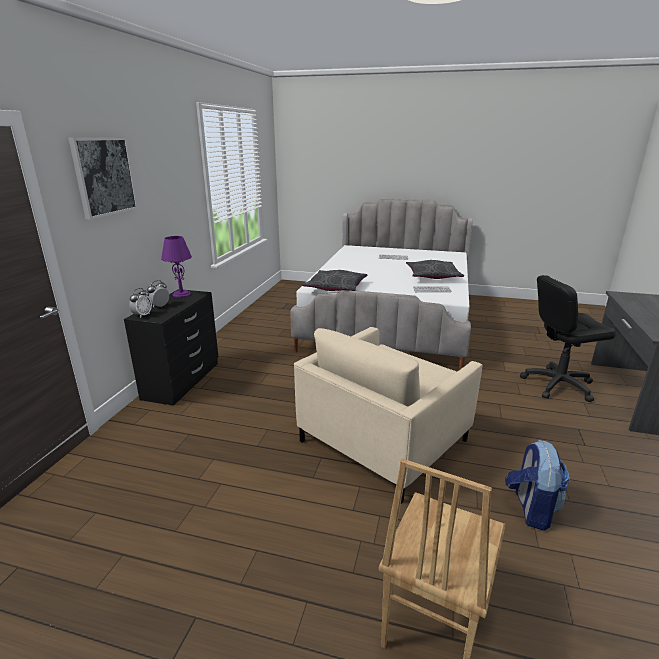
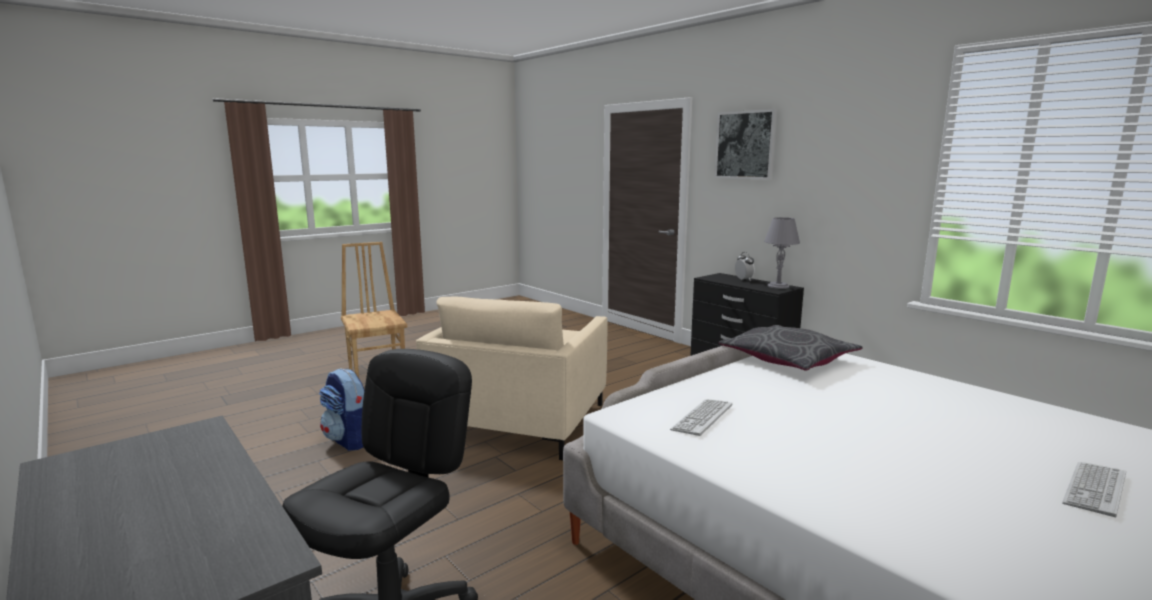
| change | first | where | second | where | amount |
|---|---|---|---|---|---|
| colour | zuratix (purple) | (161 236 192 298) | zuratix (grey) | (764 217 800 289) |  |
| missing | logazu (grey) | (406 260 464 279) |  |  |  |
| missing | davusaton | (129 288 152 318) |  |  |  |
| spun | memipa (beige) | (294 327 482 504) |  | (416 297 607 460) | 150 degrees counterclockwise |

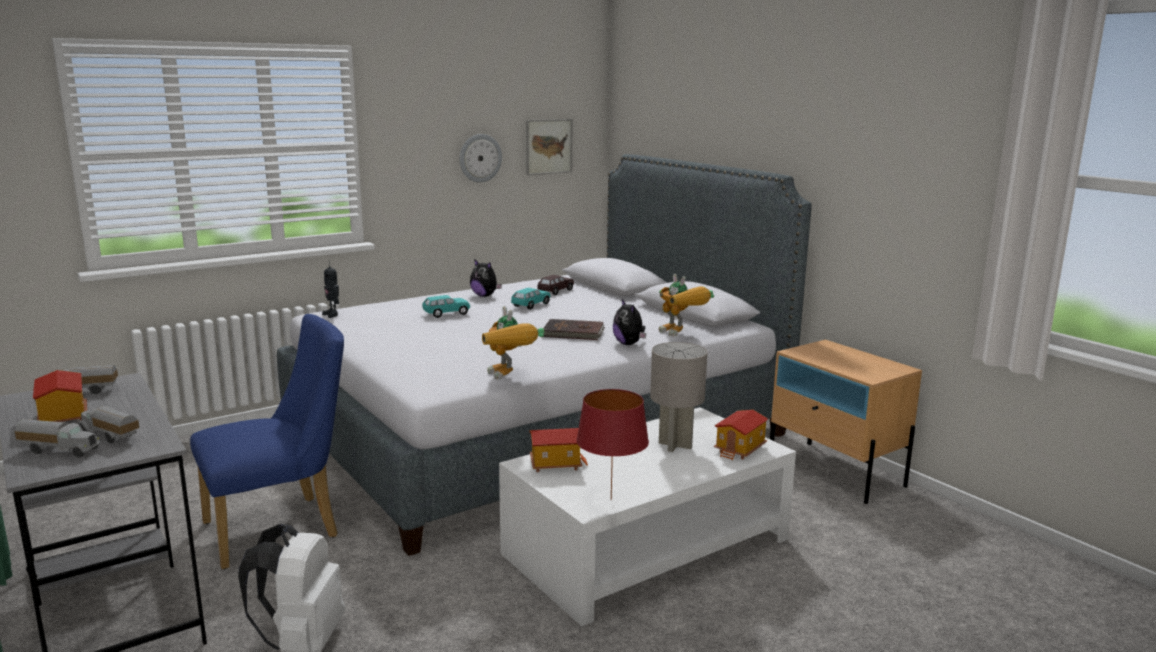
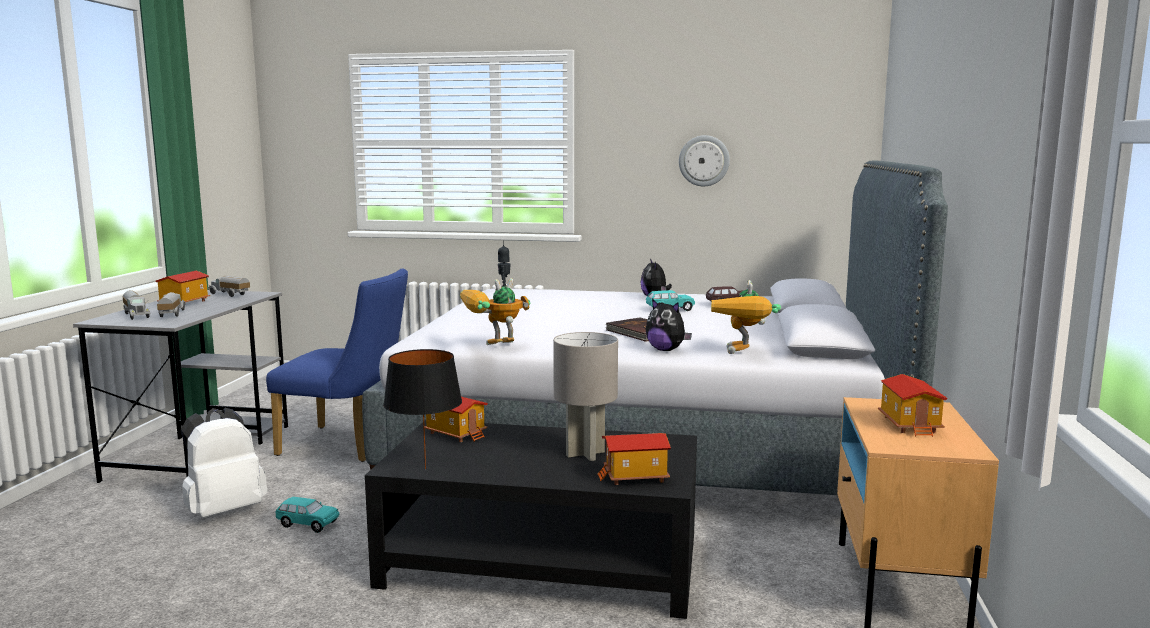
| change | first | where | second | where | amount |
|---|---|---|---|---|---|
| missing | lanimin | (526 119 573 175) |  |  |  |
| relocated | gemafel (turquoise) | (422 295 470 318) |  | (275 497 339 533) |  |
| spun | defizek | (613 299 646 345) |  | (646 299 692 351) | 75 degrees counterclockwise |
| spun | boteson | (482 306 545 380) |  | (460 278 530 345) | 45 degrees clockwise |
| colour | zuratix (red) | (576 389 649 500) | zuratix (black) | (383 349 462 469) |  |
| colour | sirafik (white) | (499 407 796 626) | sirafik (black) | (365 420 697 619) |  |
| appeared |  |  | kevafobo | (878 374 948 437) |  |

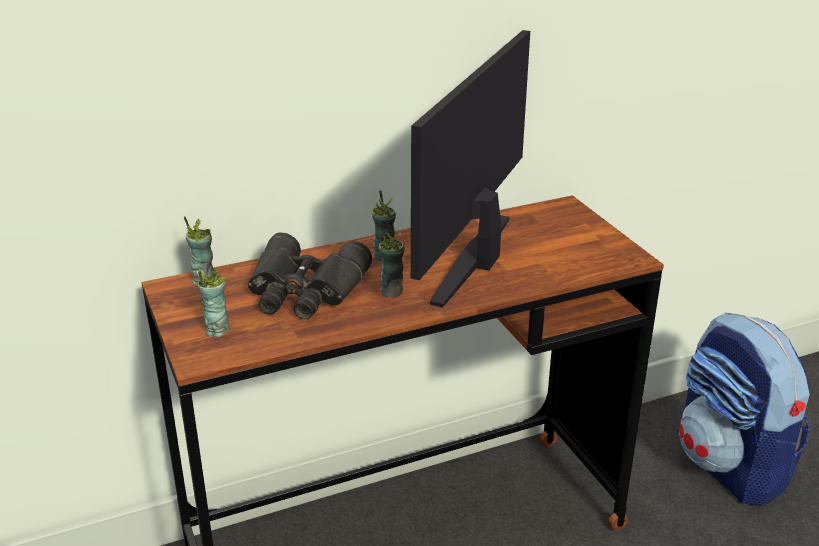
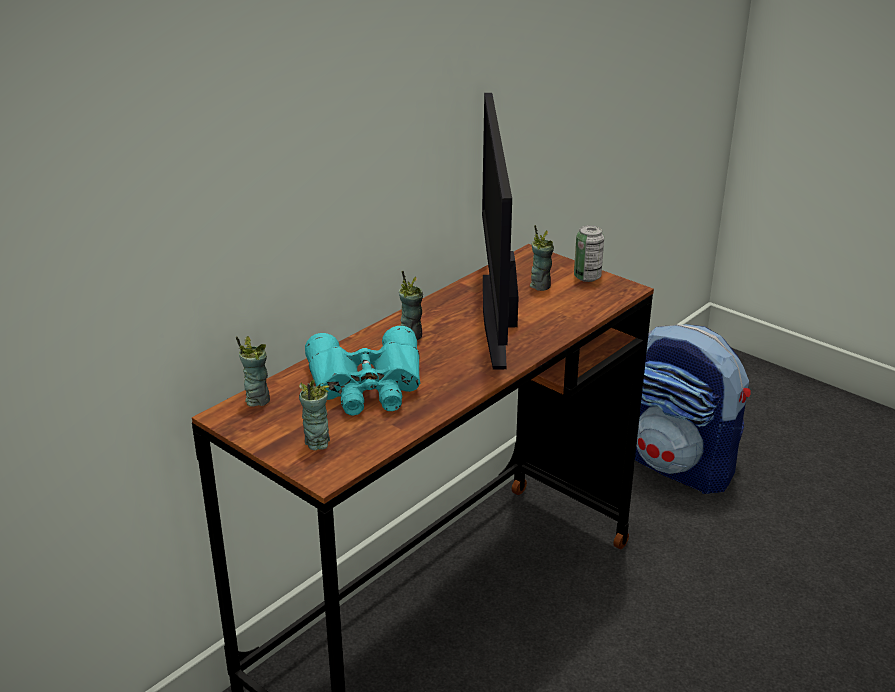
| change | first | where | second | where | amount |
|---|---|---|---|---|---|
| relocated | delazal | (379 222 405 298) |  | (530 225 554 291) |  |
| colour | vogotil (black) | (248 233 372 319) | vogotil (turquoise) | (305 326 420 416) |  |
| appeared |  |  | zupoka | (574 225 604 282) |  |

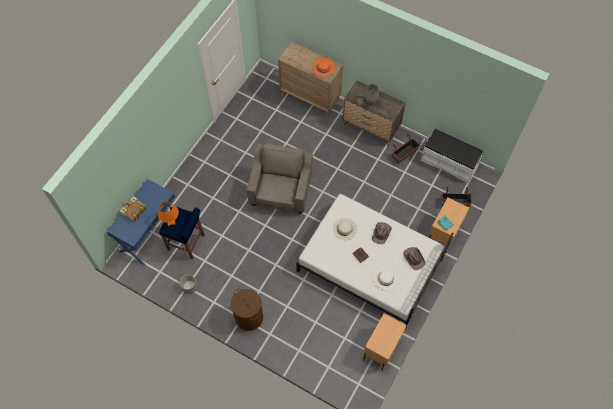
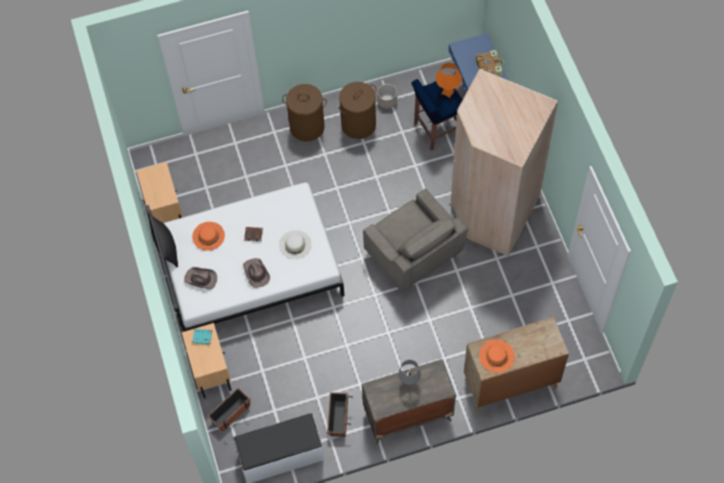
| change | first | where | second | where | amount |
|---|---|---|---|---|---|
| colour | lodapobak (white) | (373 267 399 290) | lodapobak (orange) | (192 222 225 251) |  |
| appeared |  |  | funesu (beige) | (451 69 558 256) |  |
| appeared |  |  | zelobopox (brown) | (339 82 377 139) |  |
| appeared |  |  | logazu (black) | (147 214 178 268) |  |

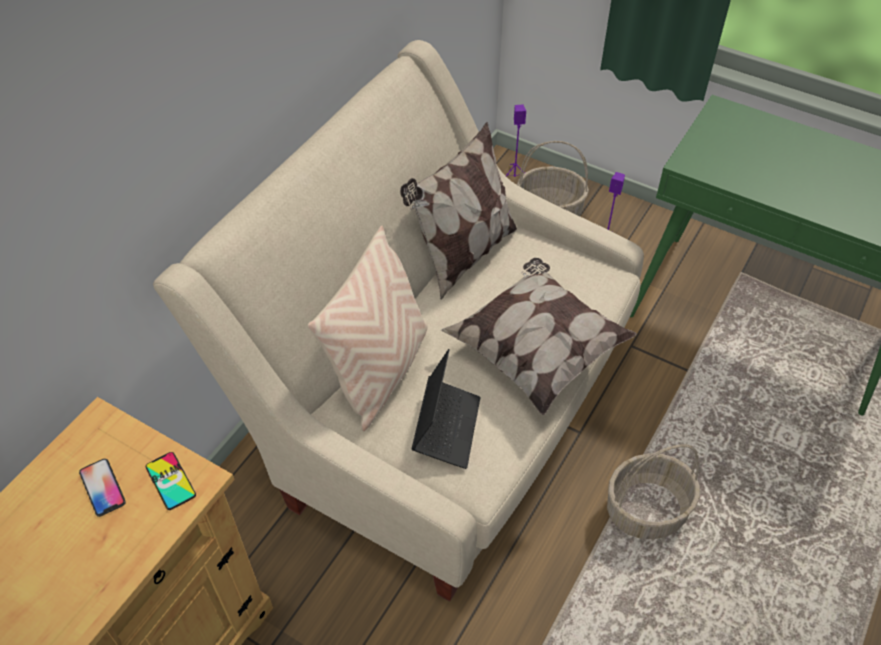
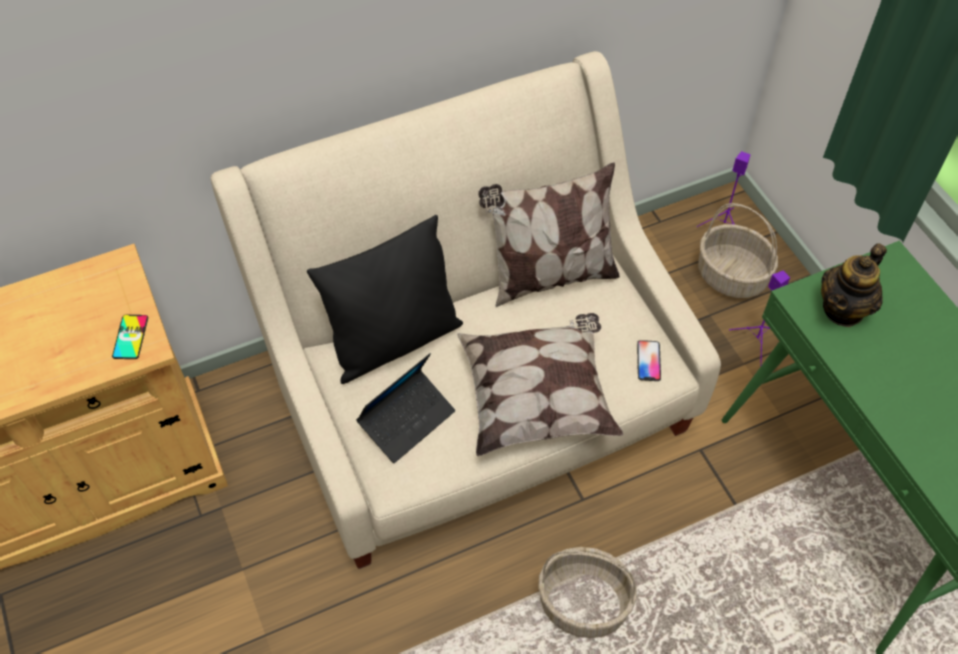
| change | first | where | second | where | amount |
|---|---|---|---|---|---|
| colour | logazu (beige) | (307 226 428 431) | logazu (black) | (307 215 463 384) |  |
| relocated | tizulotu | (79 459 126 517) |  | (637 340 661 381) |  |
| appeared |  |  | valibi | (821 243 887 327) |  |

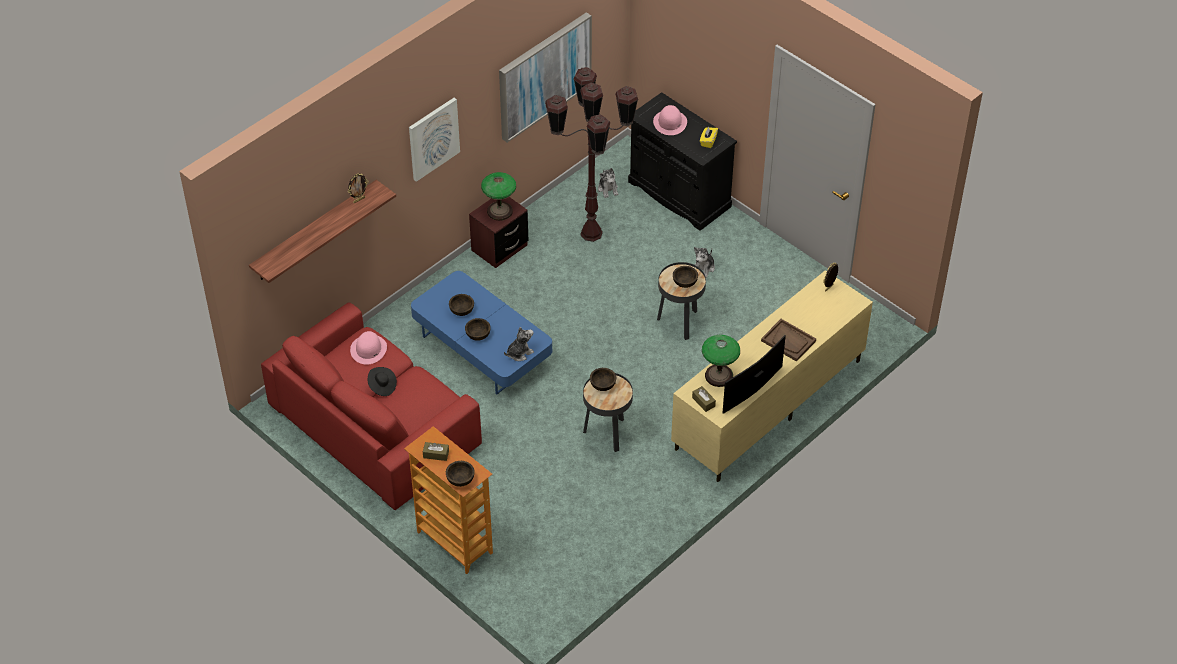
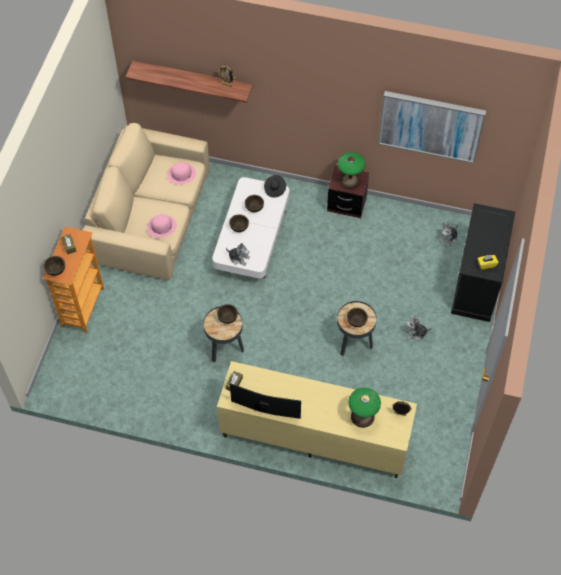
| change | first | where | second | where | amount |
|---|---|---|---|---|---|
| missing | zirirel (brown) | (545 67 638 242) |  |  |  |
| missing | lanimin | (409 98 460 182) |  |  |  |
| relocated | lodapobak (pink) | (653 105 687 135) |  | (147 214 177 238) |  |
| colour | sirafik (blue) | (411 271 552 395) | sirafik (white) | (212 177 289 278) |  |
| colour | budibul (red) | (261 302 482 510) | budibul (beige) | (83 123 210 280) |  |
| missing | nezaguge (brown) | (761 319 816 362) |  |  |  |
| relocated | zuratix | (702 335 740 387) |  | (348 387 381 428) |  |
| relocated | lodapobak (black) | (368 367 397 396) |  | (264 175 286 198) |  |

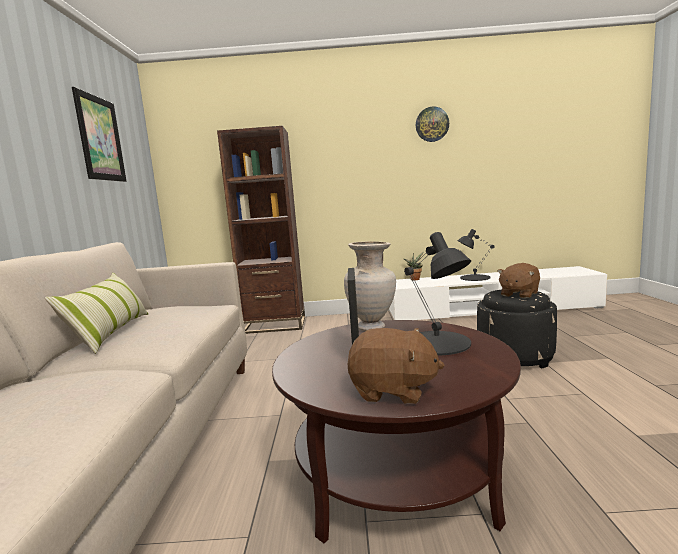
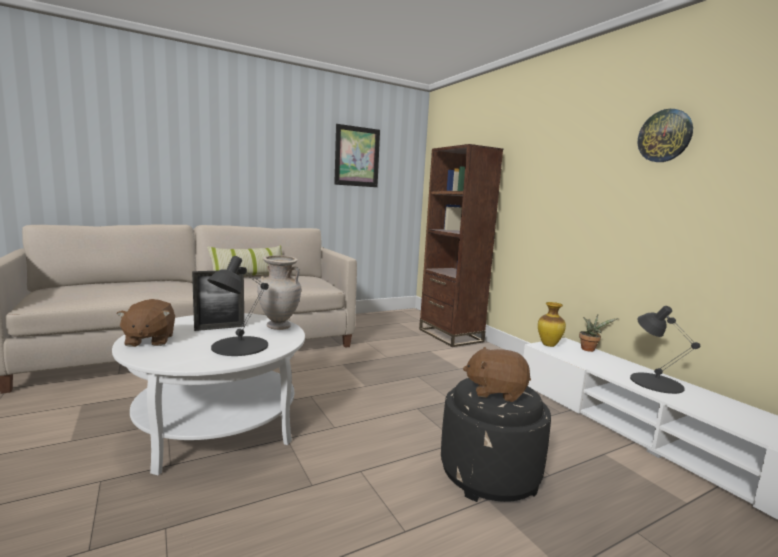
| change | first | where | second | where | amount |
|---|---|---|---|---|---|
| colour | sirafik (brown) | (272 320 521 543) | sirafik (white) | (112 313 305 475) |  |
| appeared |  |  | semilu | (538 302 566 347) |  |

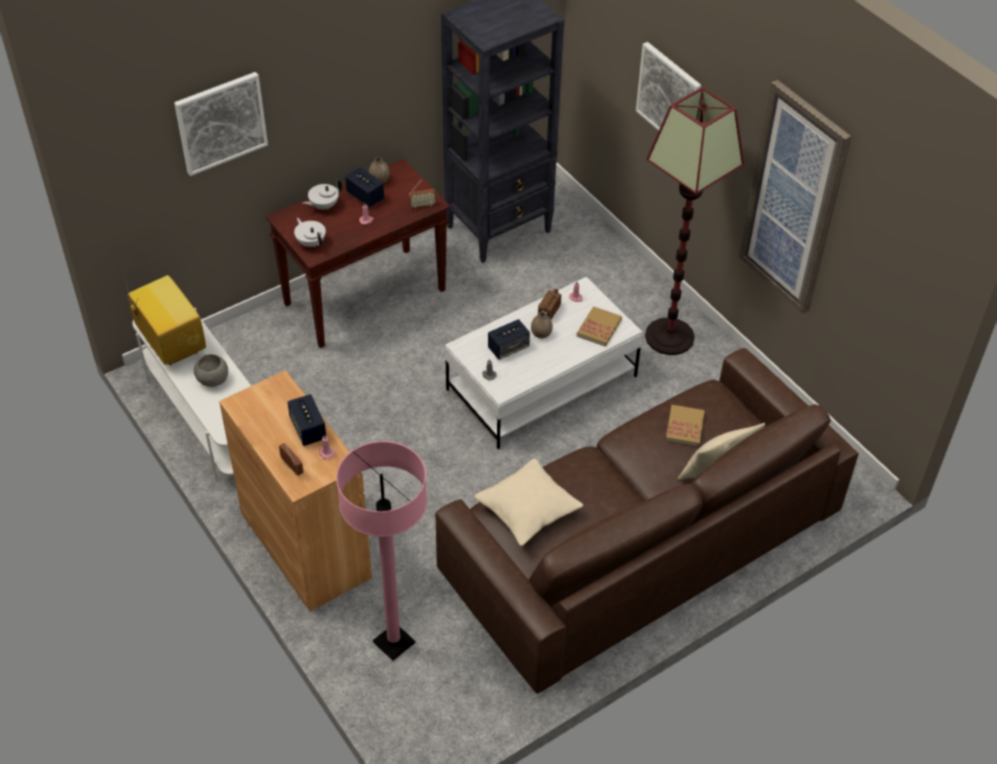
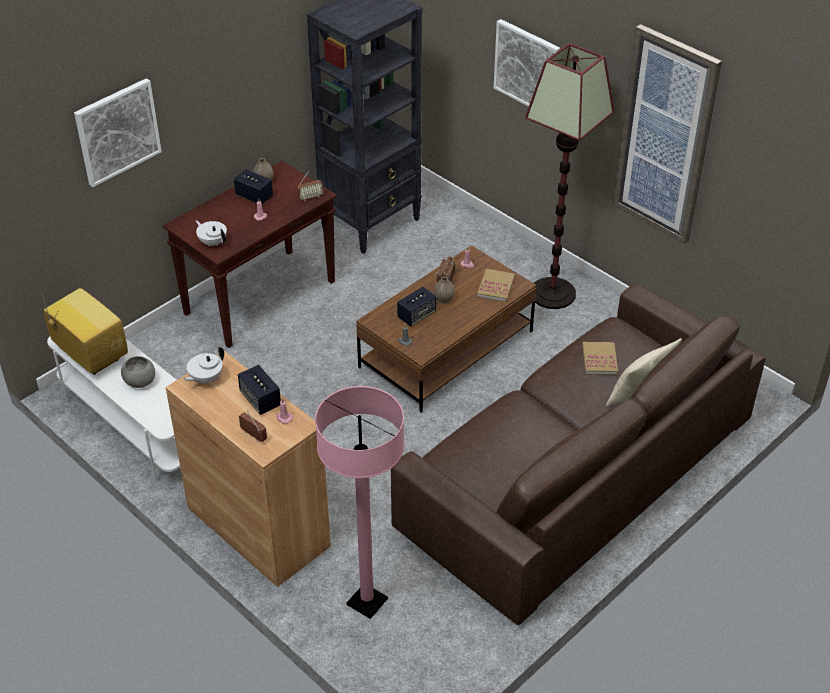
| change | first | where | second | where | amount |
|---|---|---|---|---|---|
| relocated | valibi (white) | (303 179 342 210) |  | (182 347 224 384) |  |
| colour | sirafik (white) | (445 277 642 449) | sirafik (brown) | (356 245 536 413) |  |
| missing | logazu (beige) | (474 458 583 546) |  |  |  |

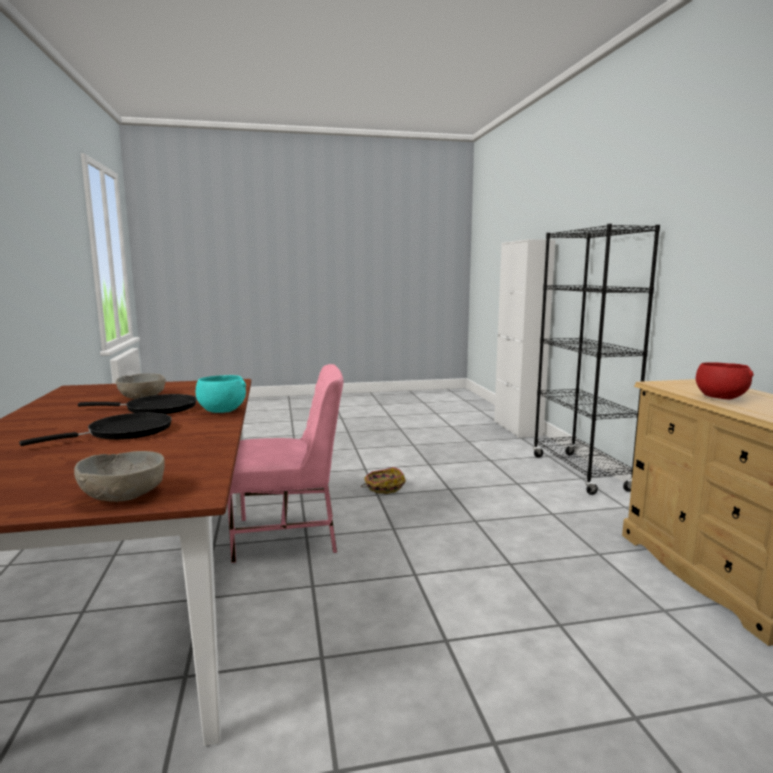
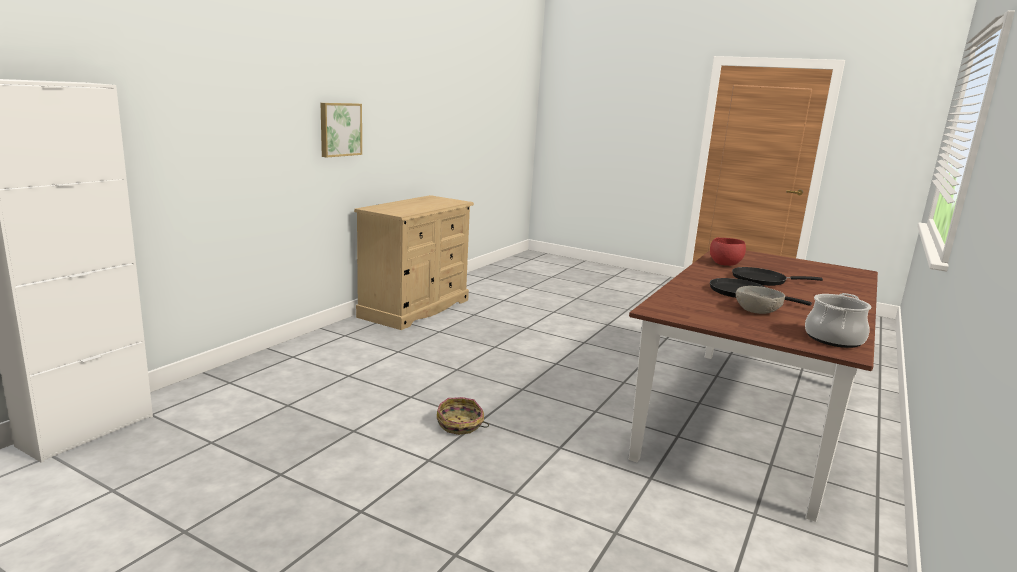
| change | first | where | second | where | amount |
|---|---|---|---|---|---|
| missing | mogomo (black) | (533 224 660 495) |  |  |  |
| relocated | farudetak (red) | (696 362 754 399) |  | (710 238 746 266) |  |
| missing | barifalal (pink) | (228 364 343 563) |  |  |  |
| missing | farudetak (turquoise) | (196 375 246 413) |  |  |  |
| missing | farudetak (grey) | (74 451 164 502) |  |  |  |
| appeared |  |  | lanimin | (321 103 362 158) |  |
| appeared |  |  | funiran | (805 293 871 348) |  |

